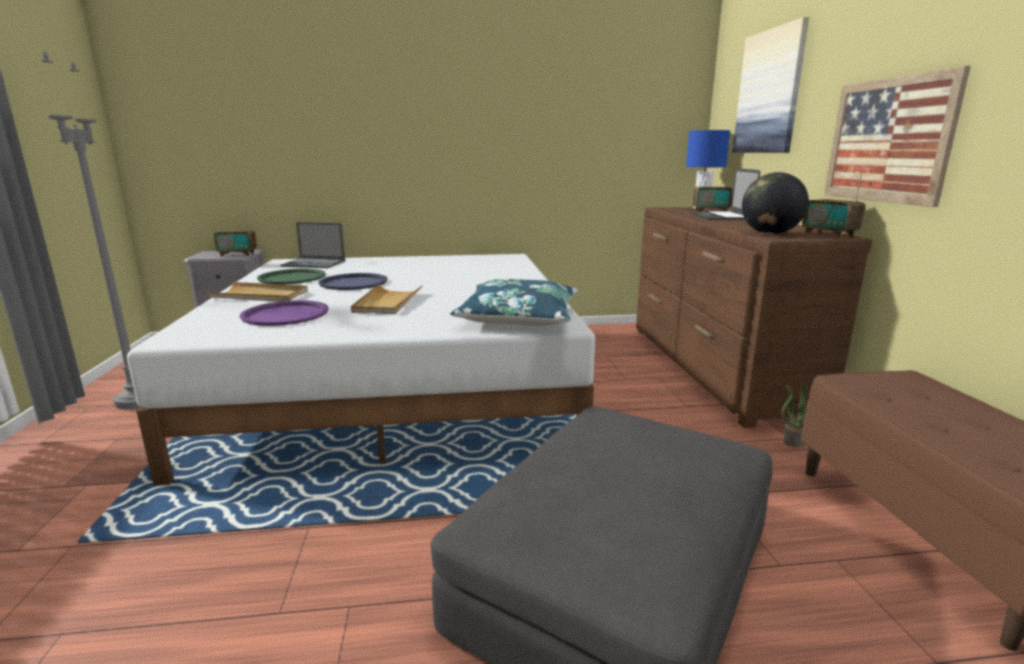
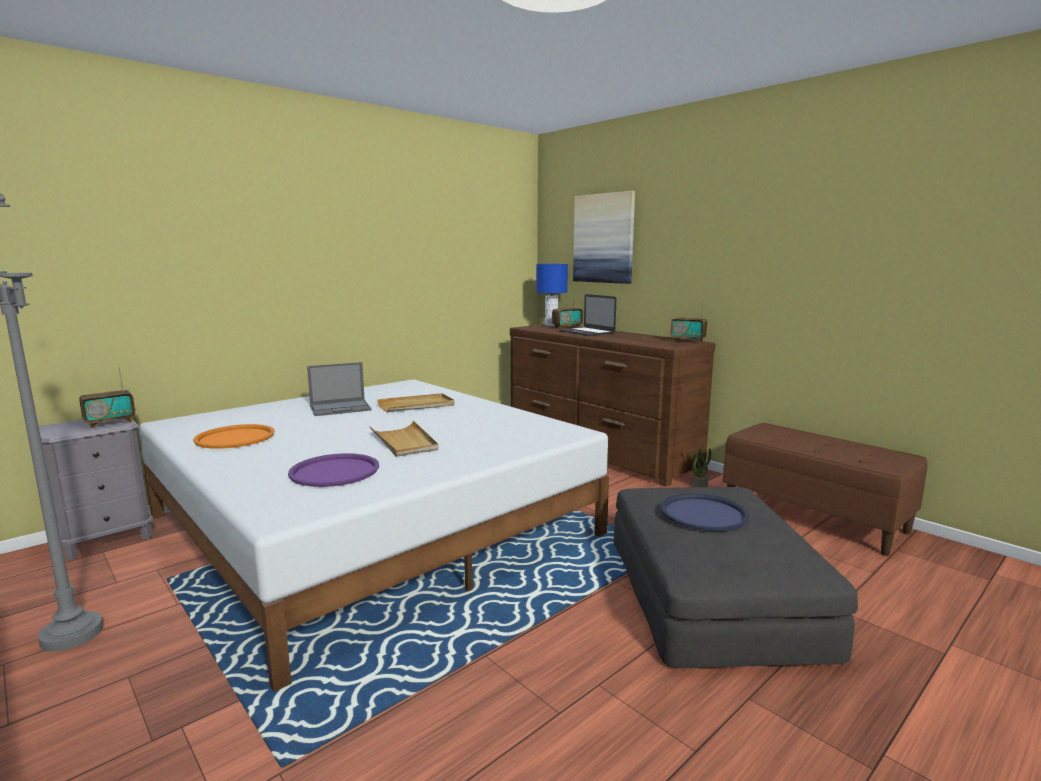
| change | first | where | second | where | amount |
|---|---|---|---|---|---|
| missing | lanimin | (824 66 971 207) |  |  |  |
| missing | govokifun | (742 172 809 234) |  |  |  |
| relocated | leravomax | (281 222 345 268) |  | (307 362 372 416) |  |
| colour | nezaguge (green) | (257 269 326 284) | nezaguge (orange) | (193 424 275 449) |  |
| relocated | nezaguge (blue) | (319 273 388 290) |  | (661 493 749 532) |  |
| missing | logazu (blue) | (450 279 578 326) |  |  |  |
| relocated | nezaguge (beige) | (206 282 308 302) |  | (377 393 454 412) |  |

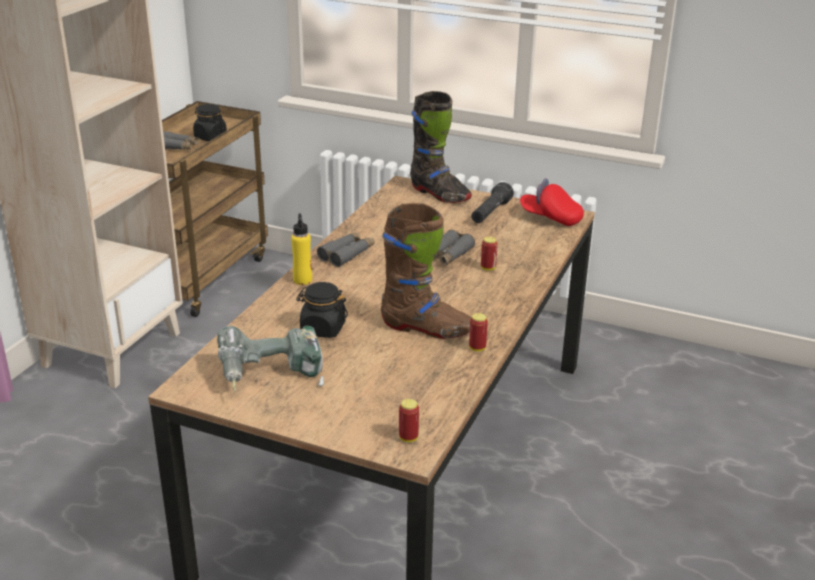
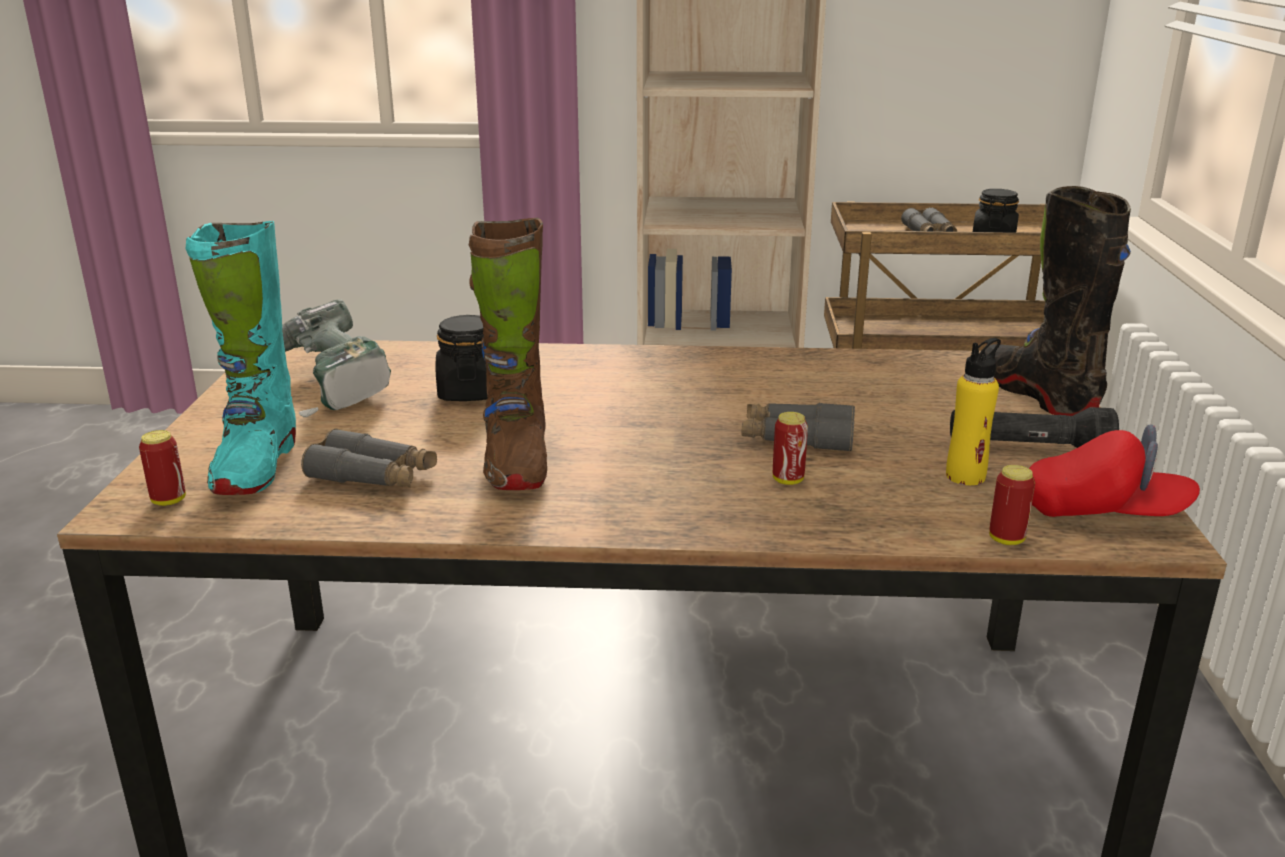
| change | first | where | second | where | amount |
|---|---|---|---|---|---|
| spun | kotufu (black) | (410 91 472 203) |  | (985 186 1131 416) | 135 degrees clockwise |
| spun | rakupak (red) | (520 178 584 226) |  | (1029 424 1200 517) | 105 degrees clockwise |
| relocated | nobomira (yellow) | (291 214 312 285) |  | (946 338 1001 485) |  |
| relocated | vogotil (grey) | (317 232 375 267) |  | (301 429 437 487) |  |
| relocated | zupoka | (469 313 488 352) |  | (989 465 1035 545) |  |
| appeared |  |  | kotufu (turquoise) | (186 221 296 495) |  |

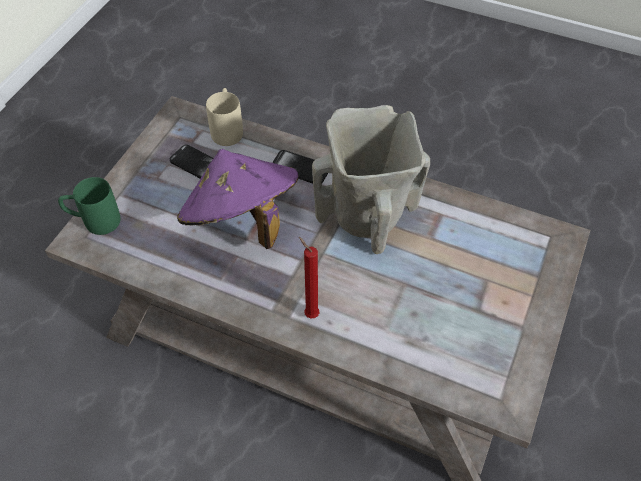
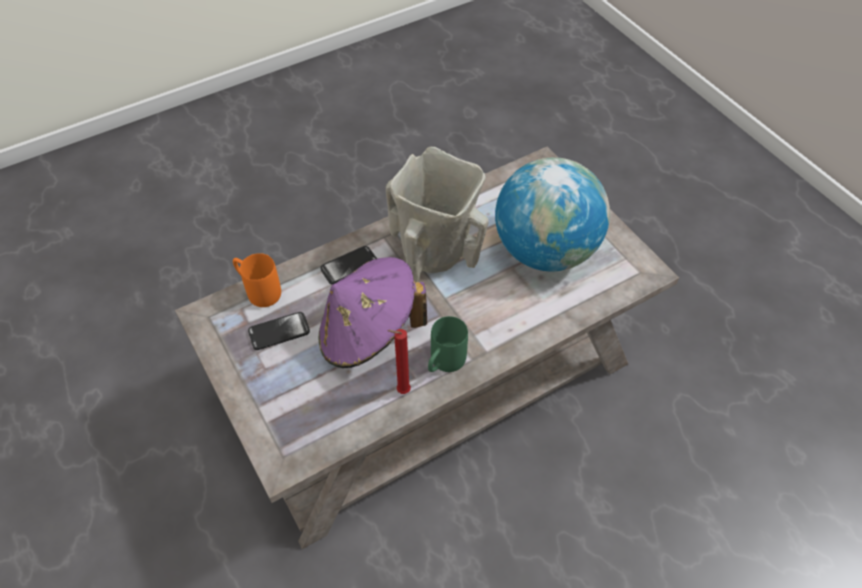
| change | first | where | second | where | amount |
|---|---|---|---|---|---|
| colour | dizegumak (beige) | (206 88 243 146) | dizegumak (orange) | (233 253 281 307) |  |
| relocated | dizegumak (green) | (58 177 121 235) |  | (428 316 468 372) |  |
| relocated | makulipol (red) | (299 237 319 318) |  | (387 329 411 394) |  |
| appeared |  |  | govokifun | (495 157 610 271) |  |

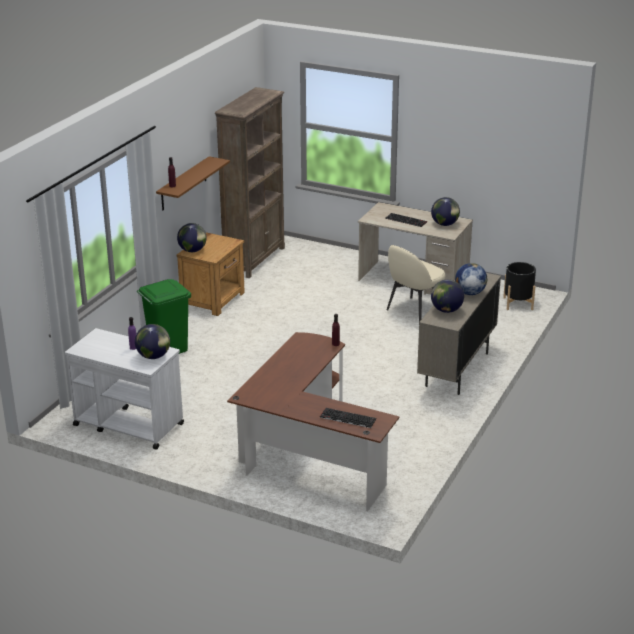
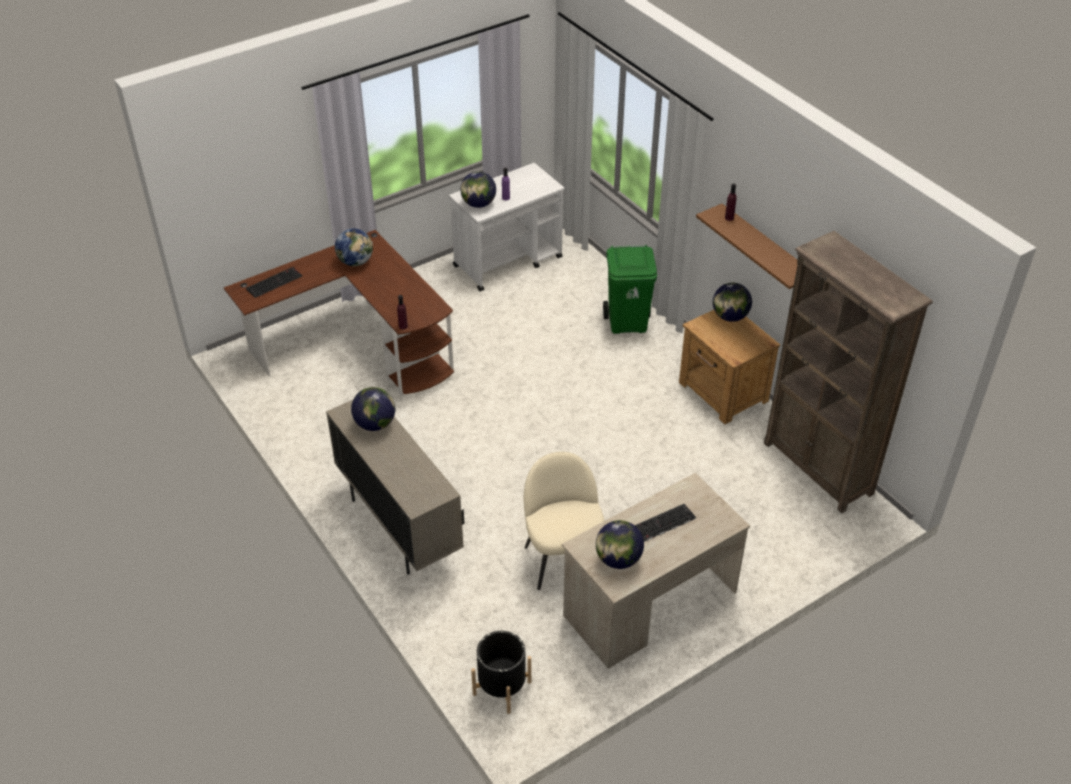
| change | first | where | second | where | amount |
|---|---|---|---|---|---|
| relocated | govokifun | (455 263 487 295) |  | (335 228 373 266) |  |

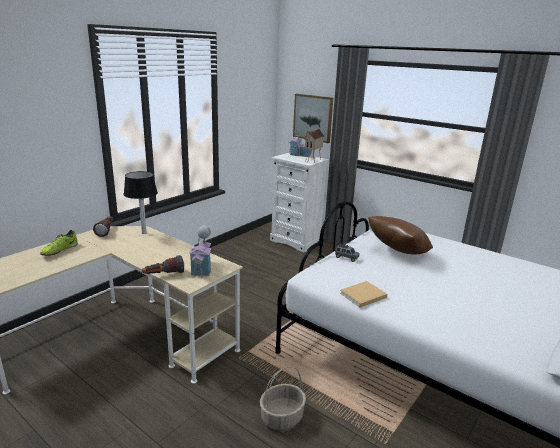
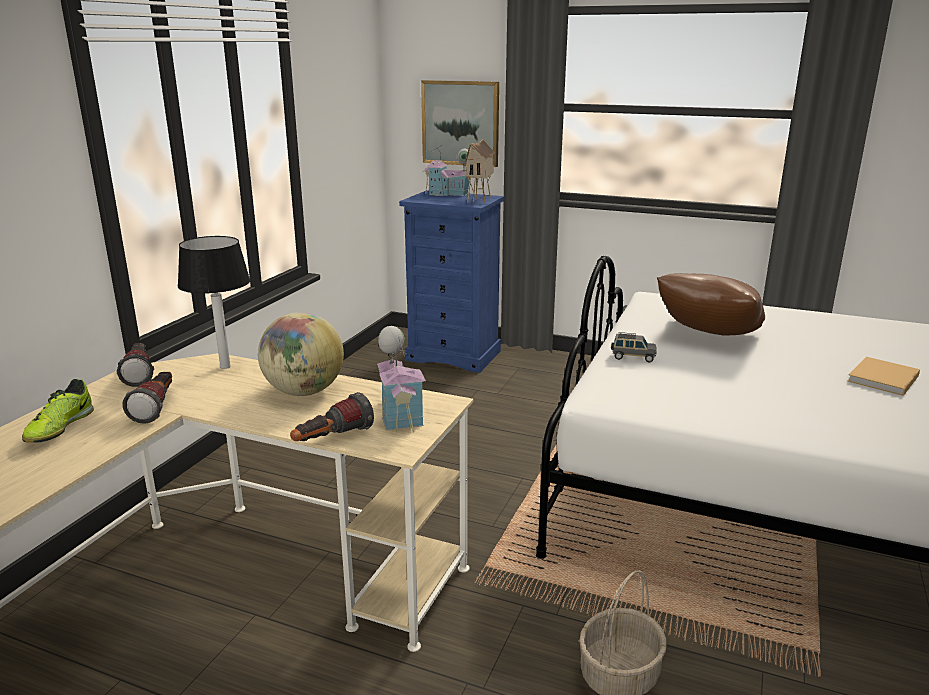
| change | first | where | second | where | amount |
|---|---|---|---|---|---|
| colour | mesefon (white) | (270 153 329 253) | mesefon (blue) | (399 190 504 373) |  |
| relocated | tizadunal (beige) | (340 281 387 308) |  | (847 357 920 396) |  |
| appeared |  |  | govokifun | (258 312 344 396) |  |
| appeared |  |  | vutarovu | (123 372 172 424) |  |

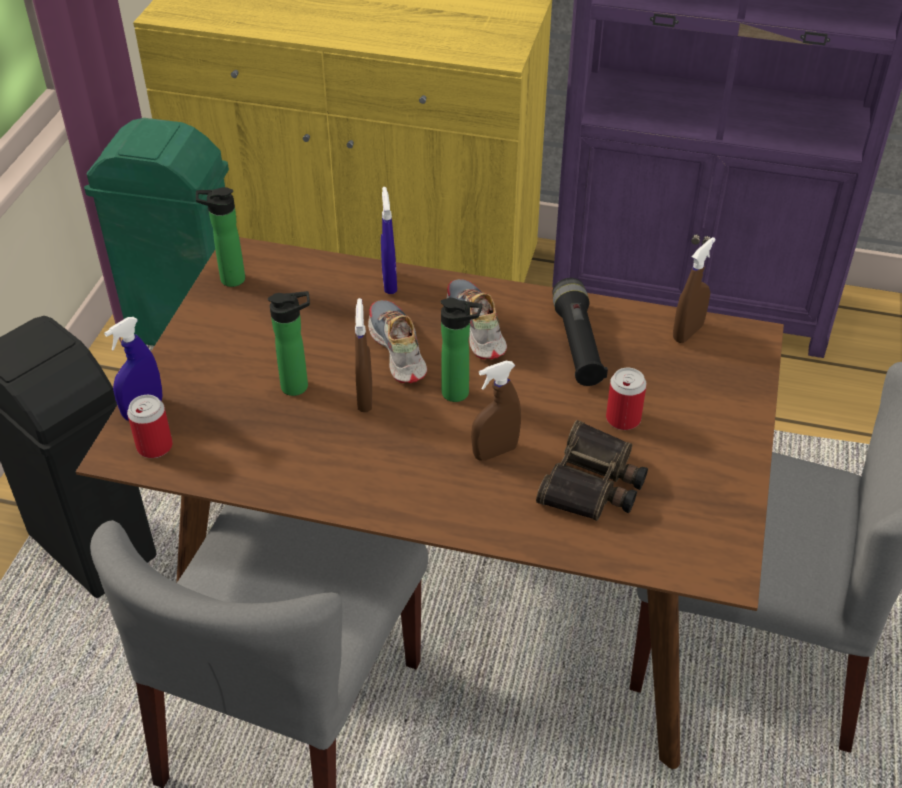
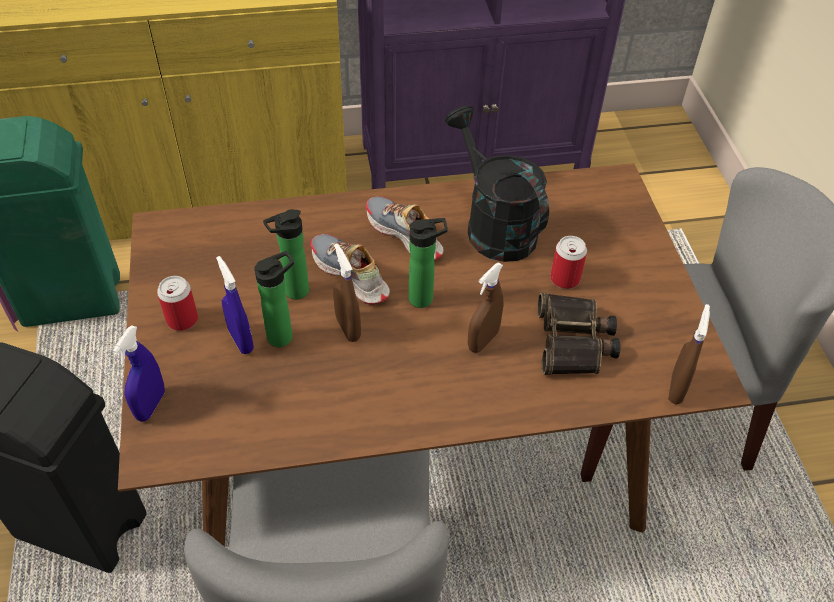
| change | first | where | second | where | amount |
|---|---|---|---|---|---|
| relocated | nobomira | (196 187 245 287) |  | (263 209 309 300) |  |
| relocated | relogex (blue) | (381 187 397 294) |  | (216 256 254 354) |  |
| relocated | relogex (brown) | (673 237 716 343) |  | (668 304 710 404) |  |
| exchanged | vutarovu (black) | (552 278 608 386) | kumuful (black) | (445 106 549 262) |  |
| relocated | zupoka | (127 395 173 458) |  | (157 276 198 331) |  |

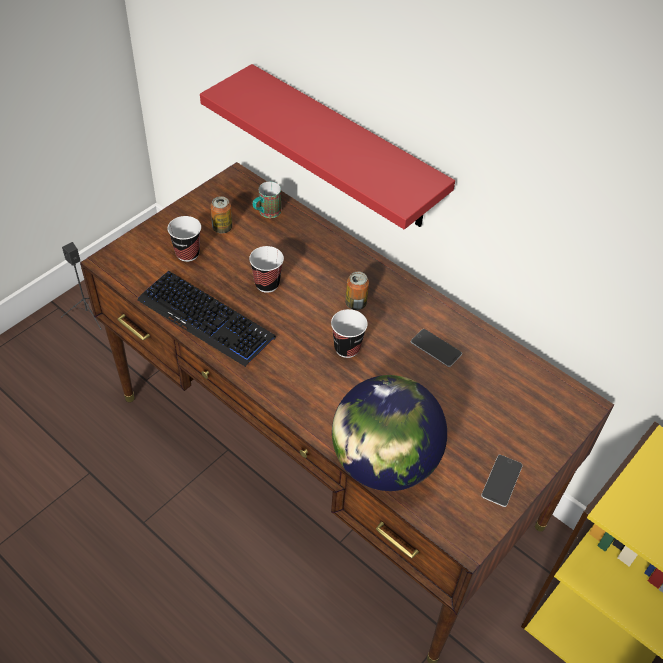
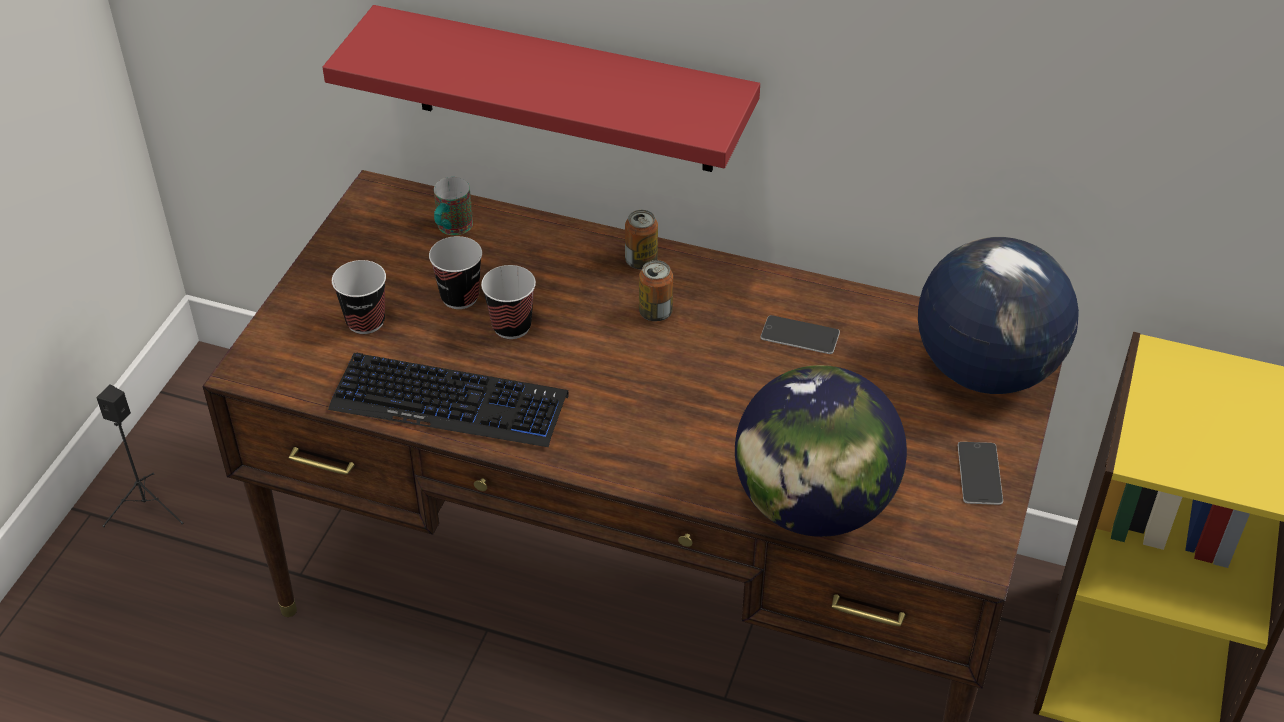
| change | first | where | second | where | amount |
|---|---|---|---|---|---|
| relocated | zupoka | (210 196 232 233) |  | (625 210 658 269) |  |
| relocated | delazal | (331 309 368 358) |  | (429 236 482 309) |  |
| appeared |  |  | govokifun | (918 237 1079 394) |  |

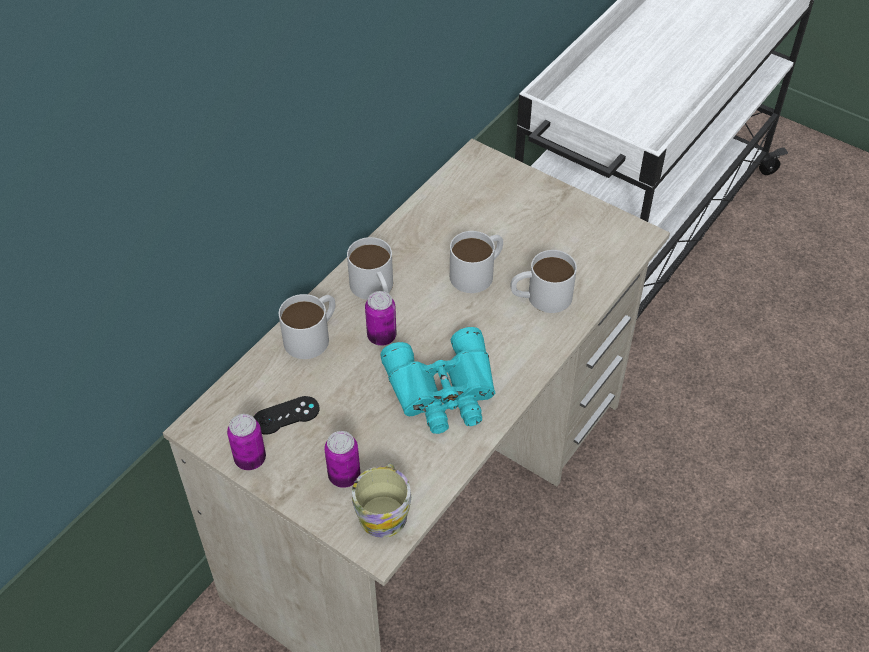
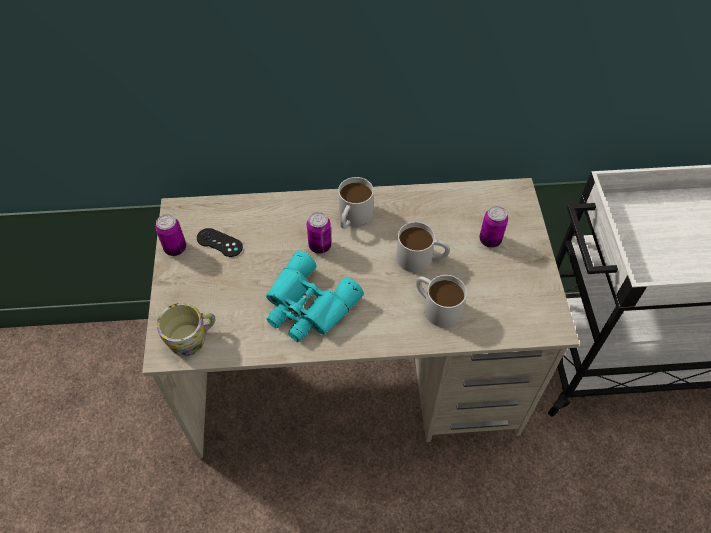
| change | first | where | second | where | amount |
|---|---|---|---|---|---|
| missing | dizegumak (white) | (279 294 335 359) |  |  |  |
| relocated | zupoka | (324 431 360 488) |  | (479 206 508 248) |  |

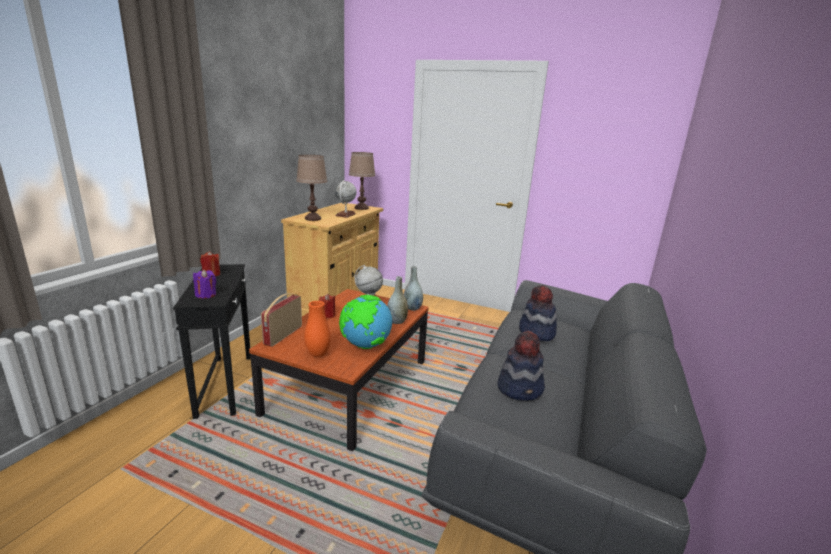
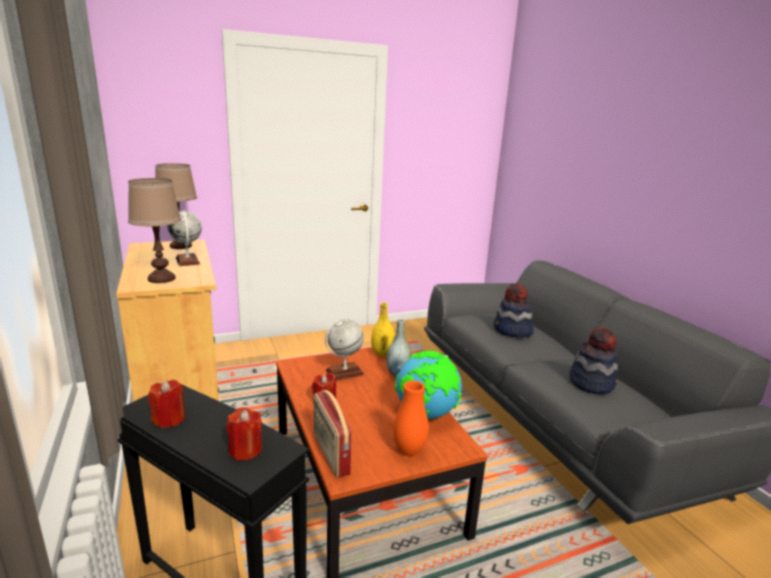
| change | first | where | second | where | amount |
|---|---|---|---|---|---|
| colour | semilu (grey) | (404 266 423 311) | semilu (yellow) | (371 302 395 356) |  |
| colour | makulipol (purple) | (193 270 216 298) | makulipol (red) | (227 407 262 460) |  |

